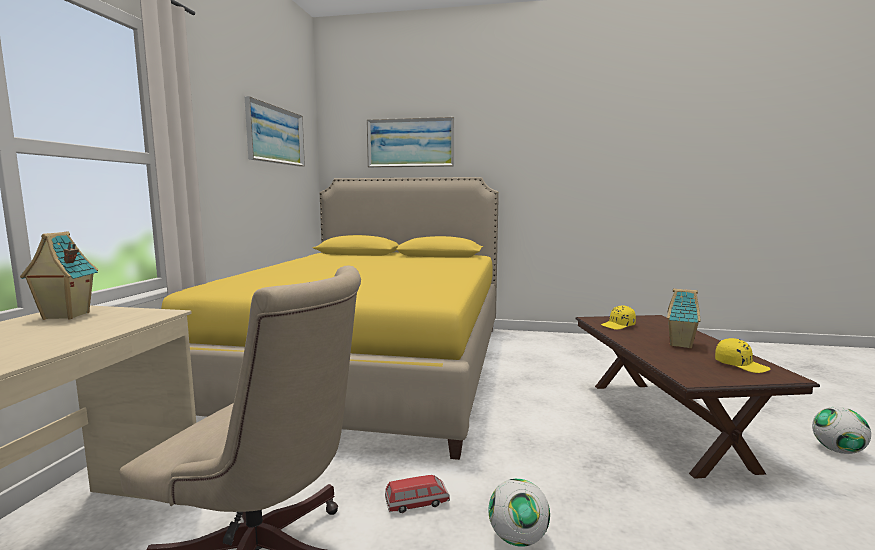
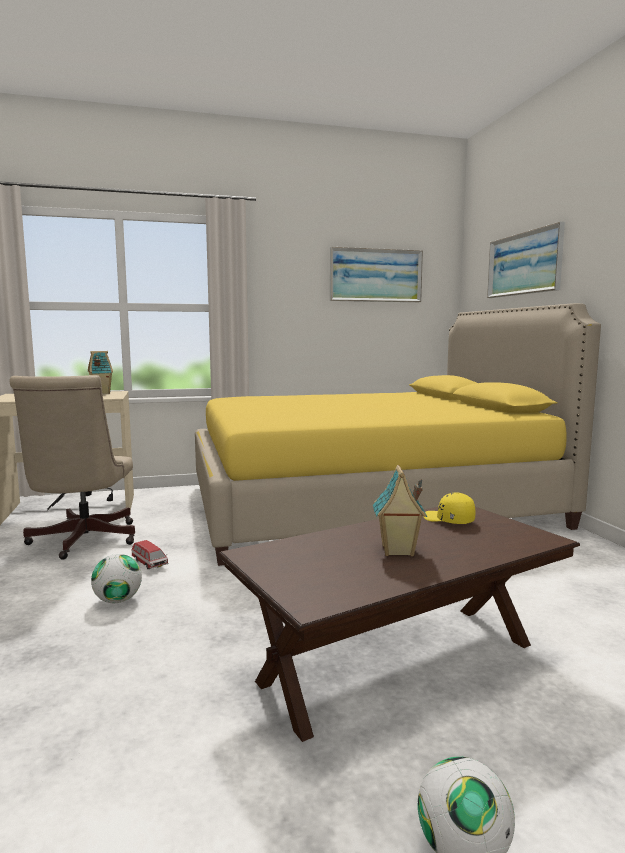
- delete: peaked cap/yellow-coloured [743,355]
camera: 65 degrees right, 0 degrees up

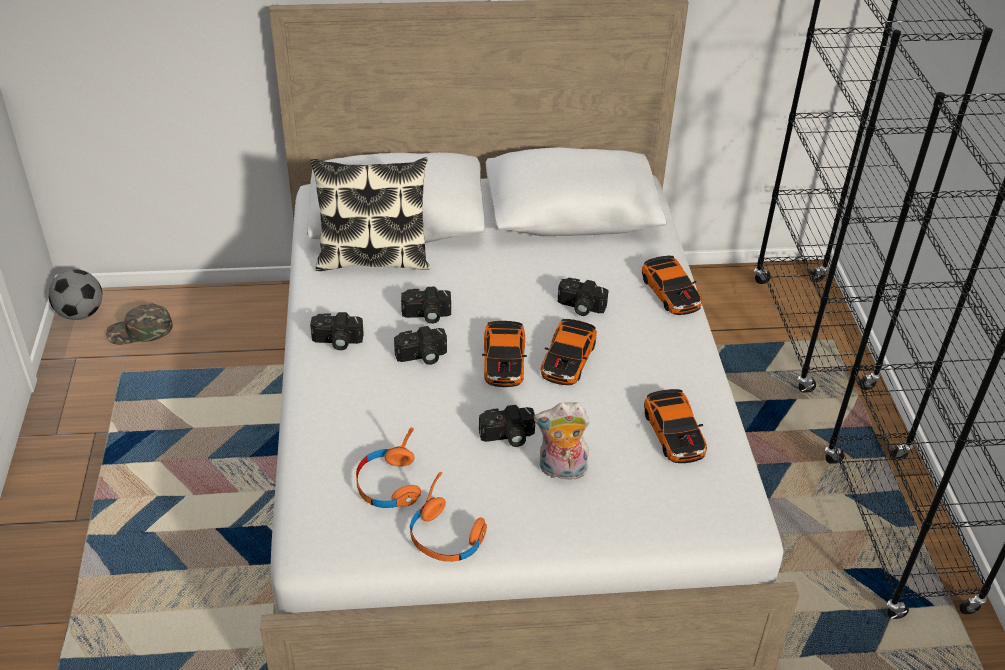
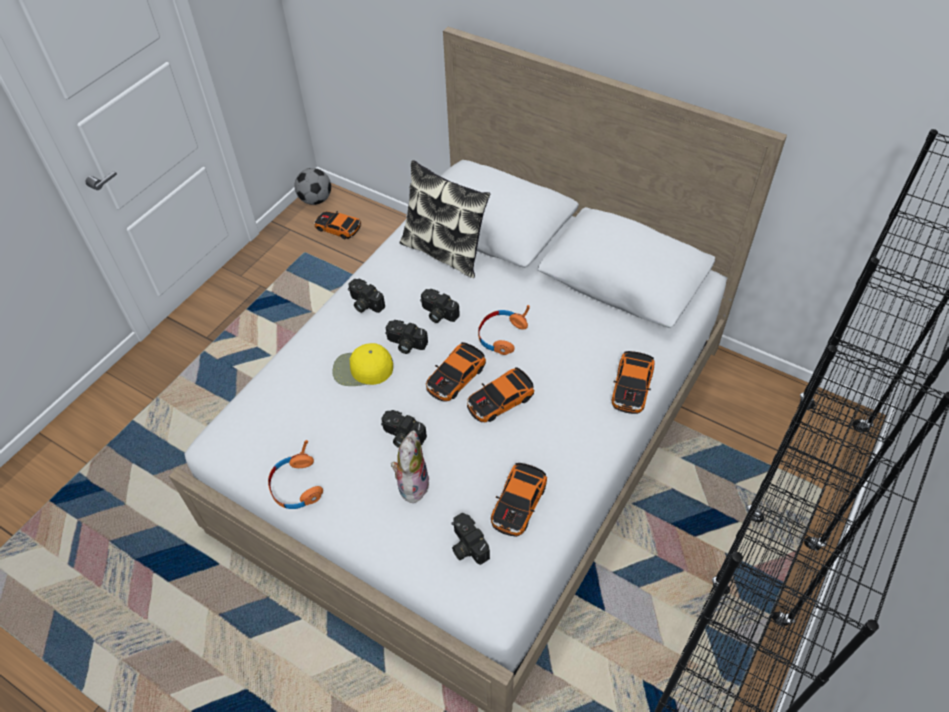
- move: photo camera [583,297] to [471,539]
- replace: peaked cap/green [139,324] to miniature car [338,225]
- rotate: soft toy [562,441] = [410,467] 60 degrees clockwise
- move: pair of headphones/orange [388,467] to [504,330]
- insert: peaked cap/yellow-coloured [362,364]
camera: 40 degrees right, 10 degrees up

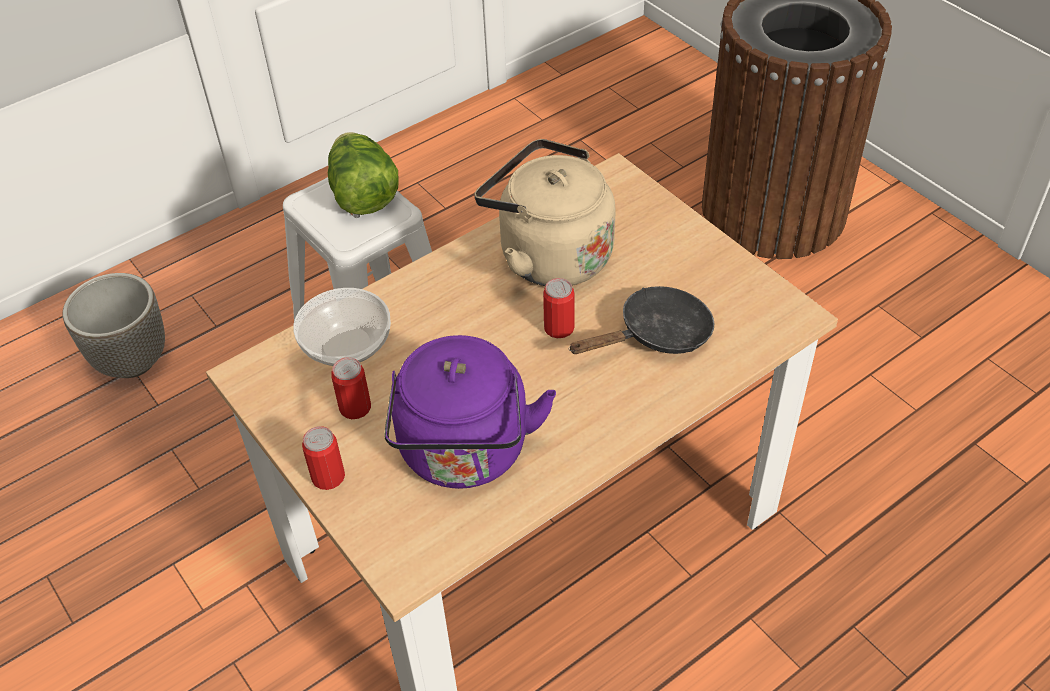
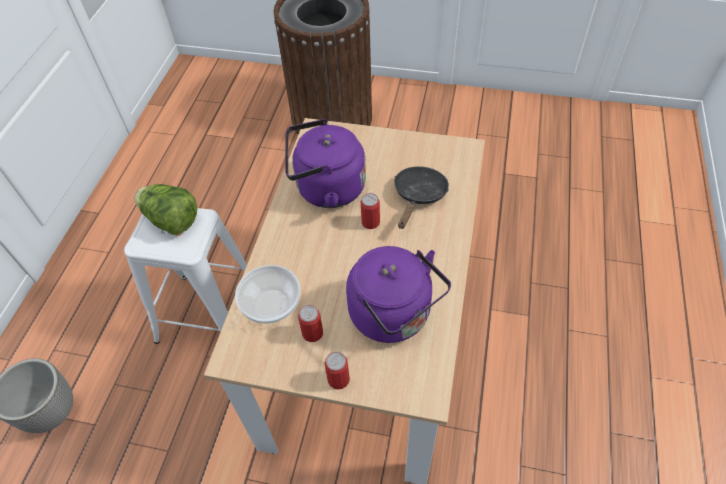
- recolor: kettle/beige-coloured [545,212] to kettle/purple-coloured [325,163]
camera: 40 degrees left, 5 degrees up

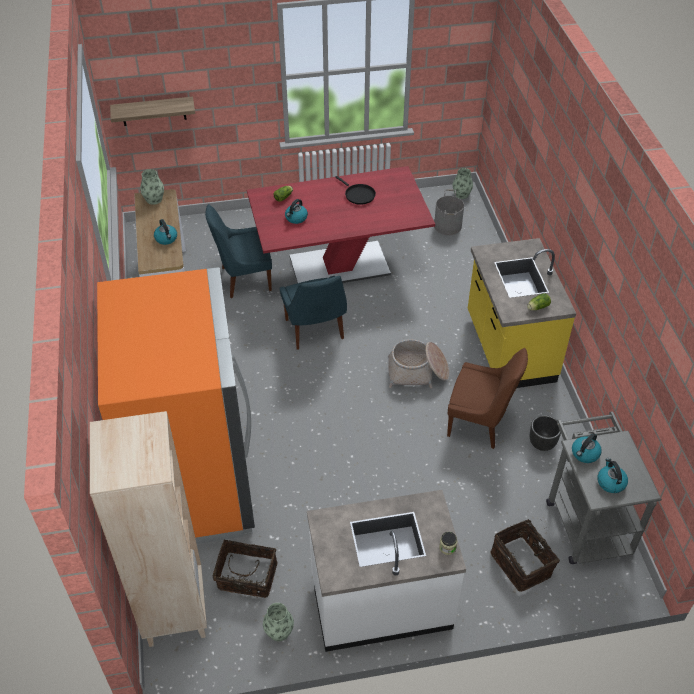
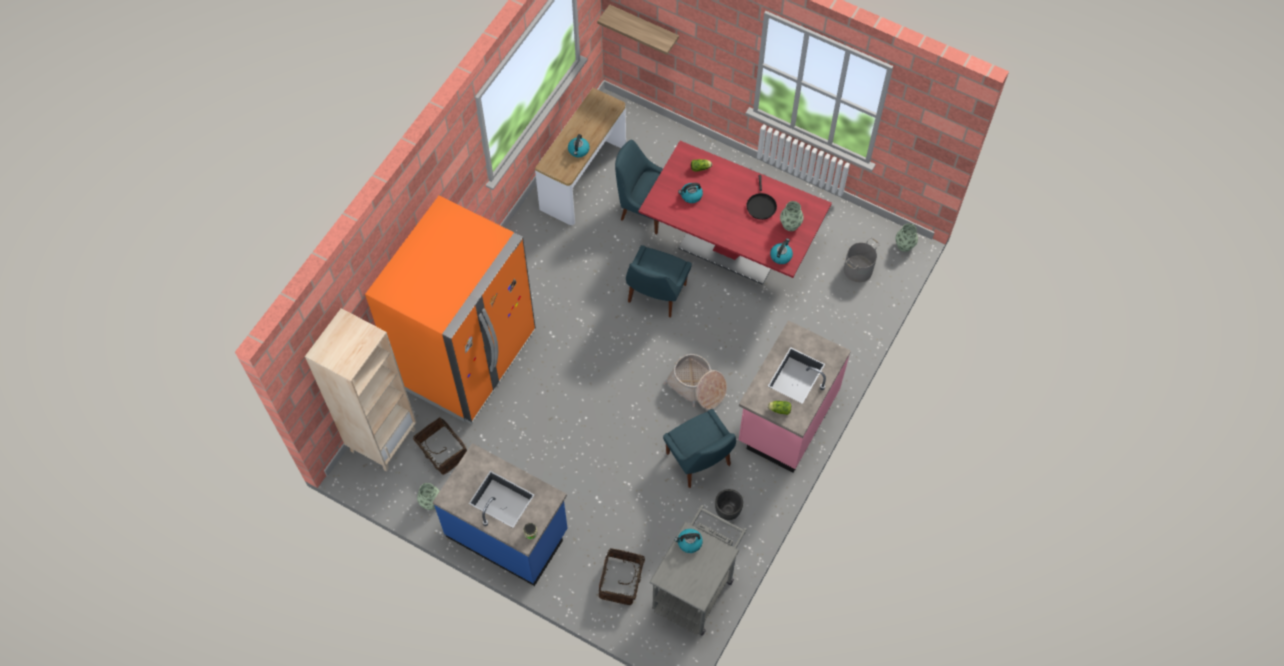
- move: decorative vase [152,187] to [792,216]
- recolor: counter/yellow-coloured [522,313] to counter/pink-coloured [795,396]
- recolor: plain chair/brown [487,398] to plain chair/bluish [699,448]
- move: kettle [612,475] to [781,251]
- recolor: counter/white [386,571] to counter/bluish [500,514]
camera: 40 degrees right, 15 degrees up

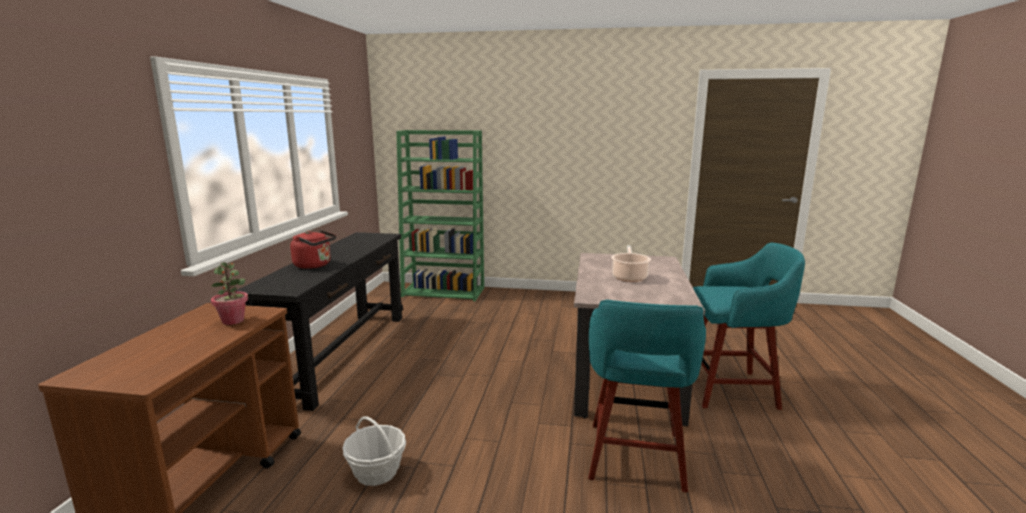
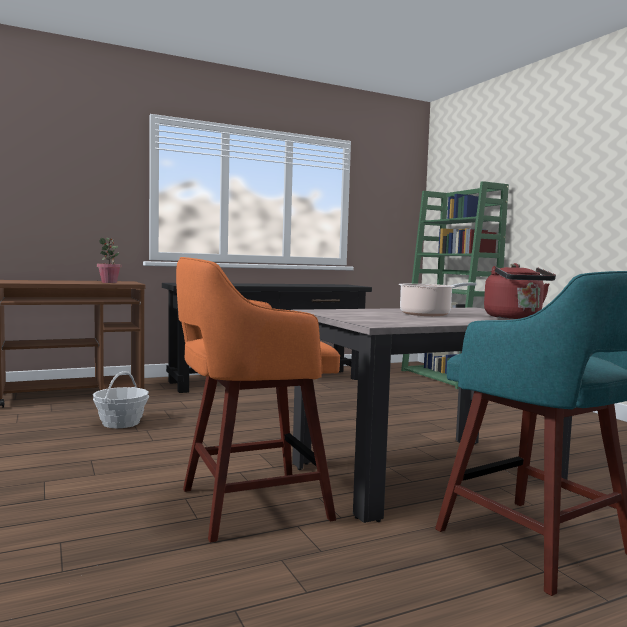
- move: kettle/reddish [313,249] to [520,291]
- recolor: sitting stool/turquoise-coloured [647,396] to sitting stool/orange [258,400]
camera: 55 degrees right, 10 degrees down

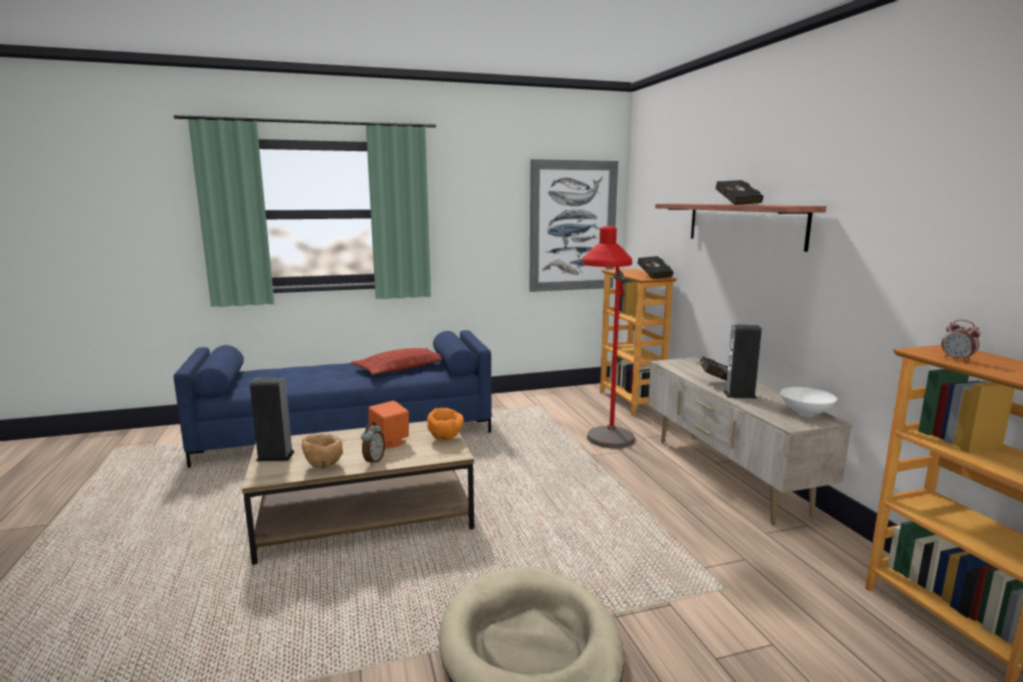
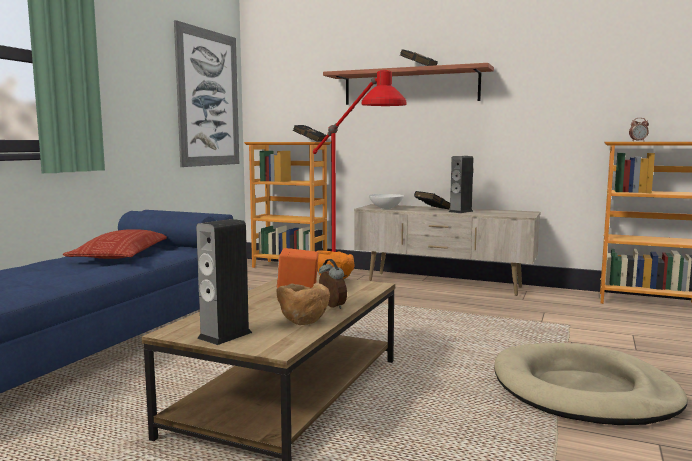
- move: serving bowl/white [808,401] to [386,201]
camera: 50 degrees left, 5 degrees down

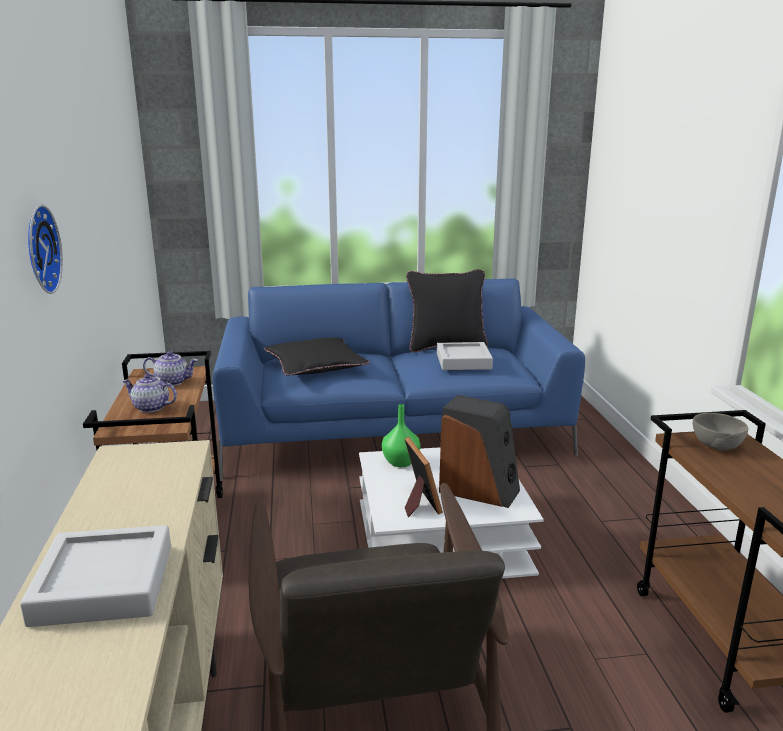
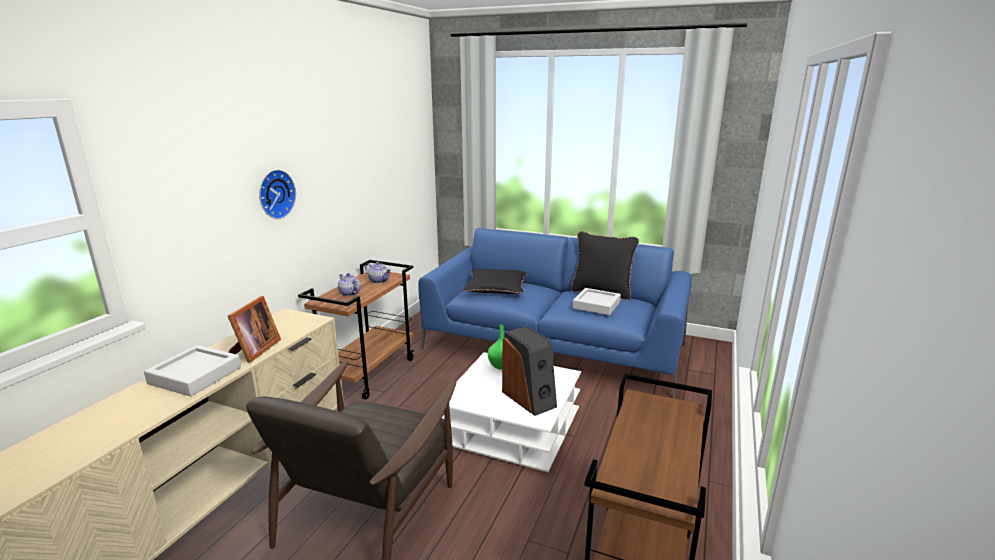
- delete: serving bowl/grey [720,432]
- move: photo frame [424,477] to [254,329]
camera: 30 degrees right, 0 degrees up

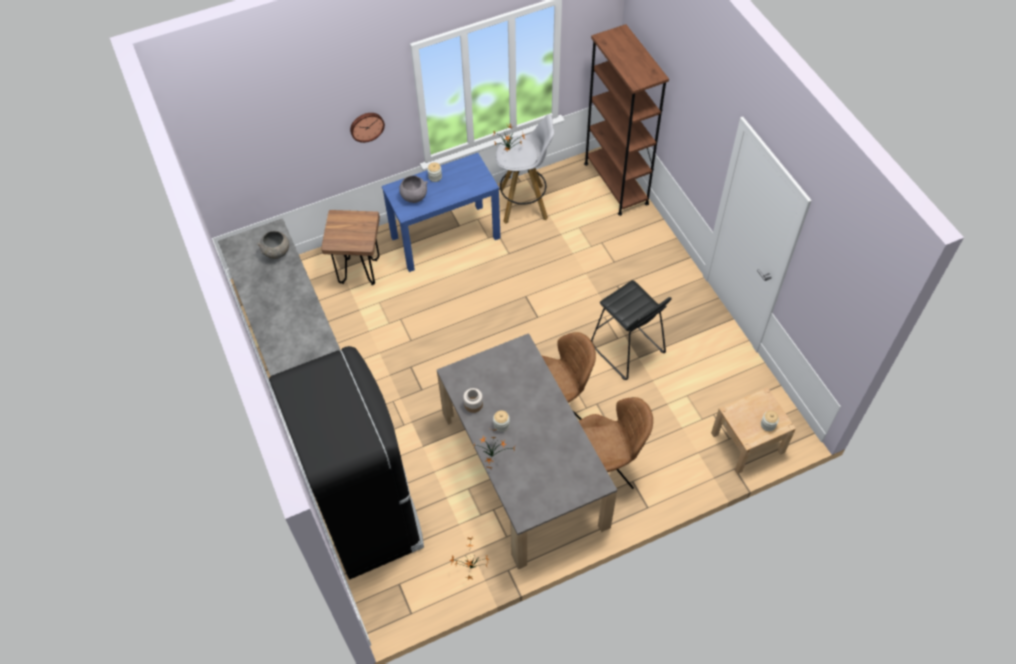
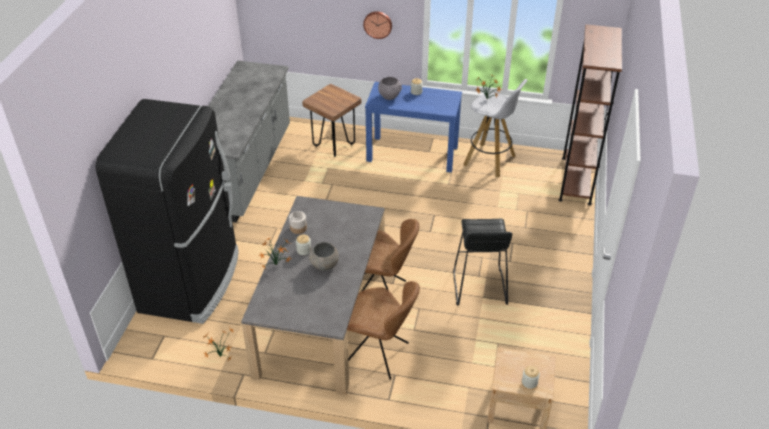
- move: serving bowl/grey [273,245] to [323,256]
camera: 35 degrees right, 15 degrees down

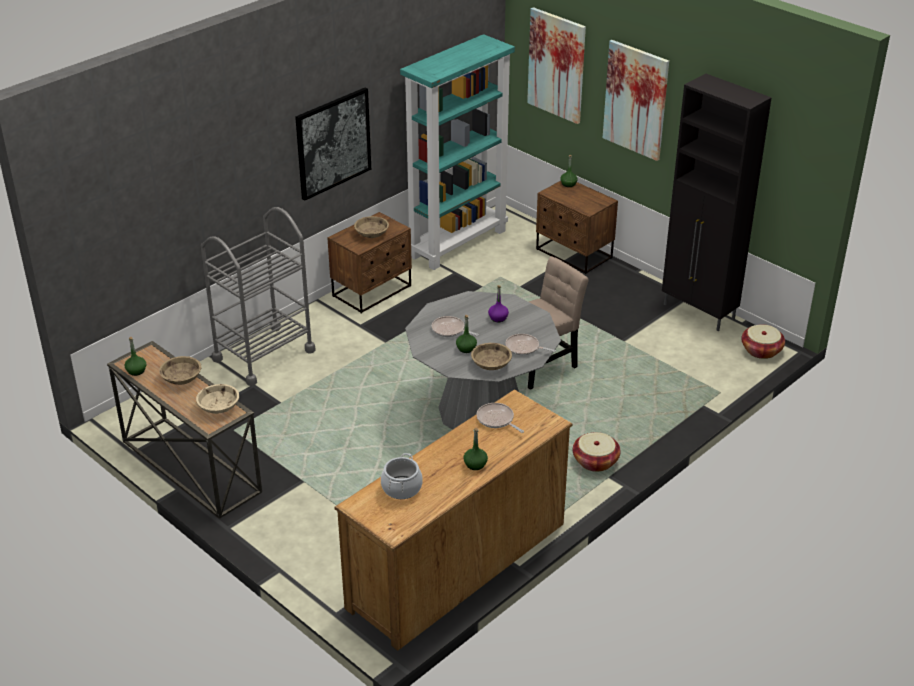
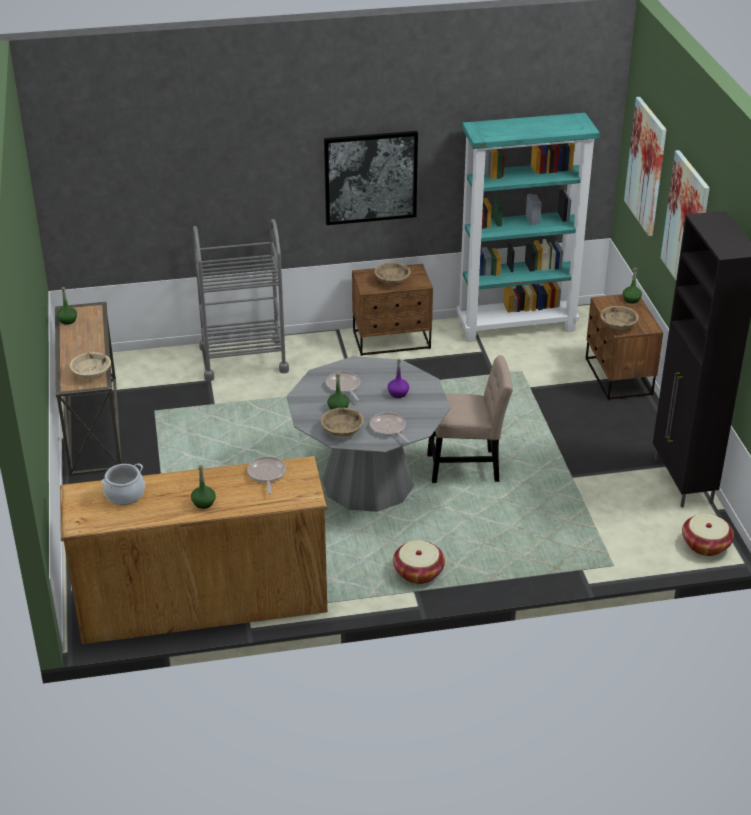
- move: serving bowl/beige-coloured [180,370] to [619,318]
camera: 35 degrees right, 0 degrees up

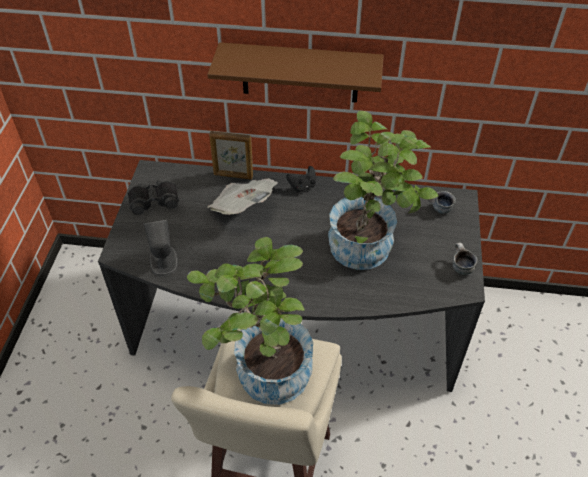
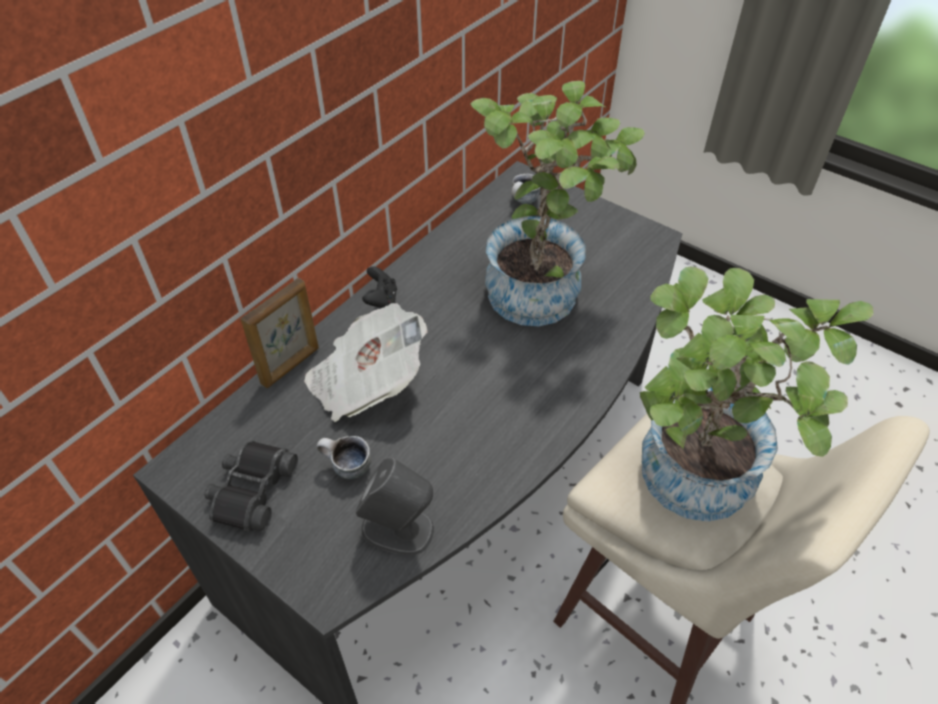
- delete: shelf/brown [295,72]
- move: mug [465,259] to [343,457]
camera: 60 degrees left, 0 degrees up

